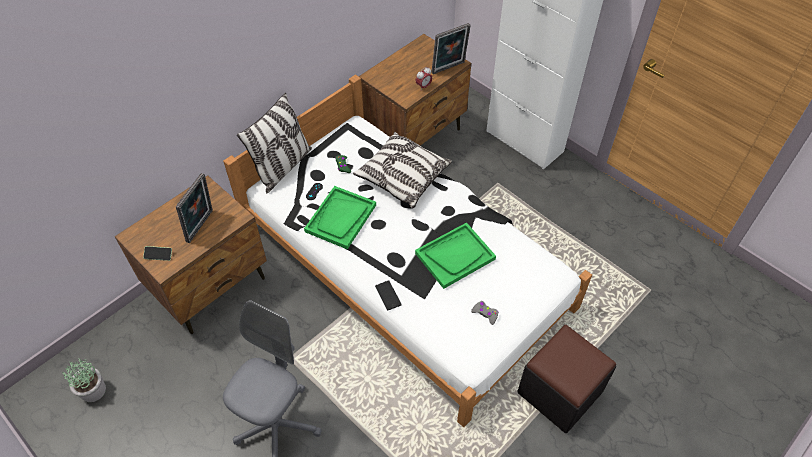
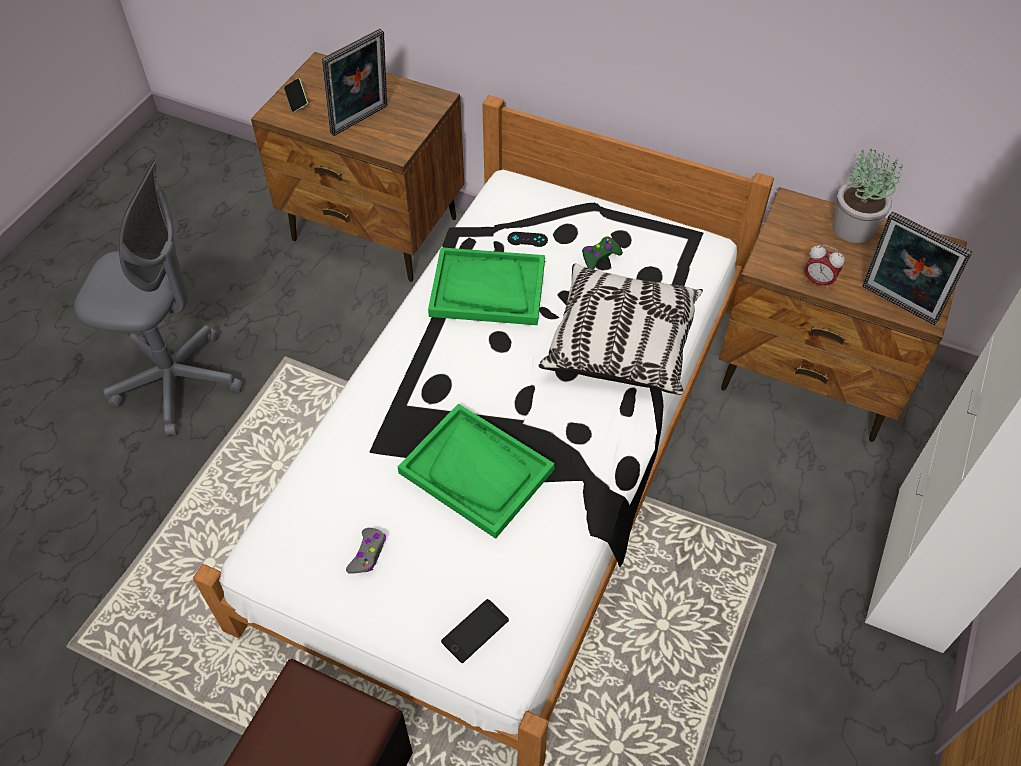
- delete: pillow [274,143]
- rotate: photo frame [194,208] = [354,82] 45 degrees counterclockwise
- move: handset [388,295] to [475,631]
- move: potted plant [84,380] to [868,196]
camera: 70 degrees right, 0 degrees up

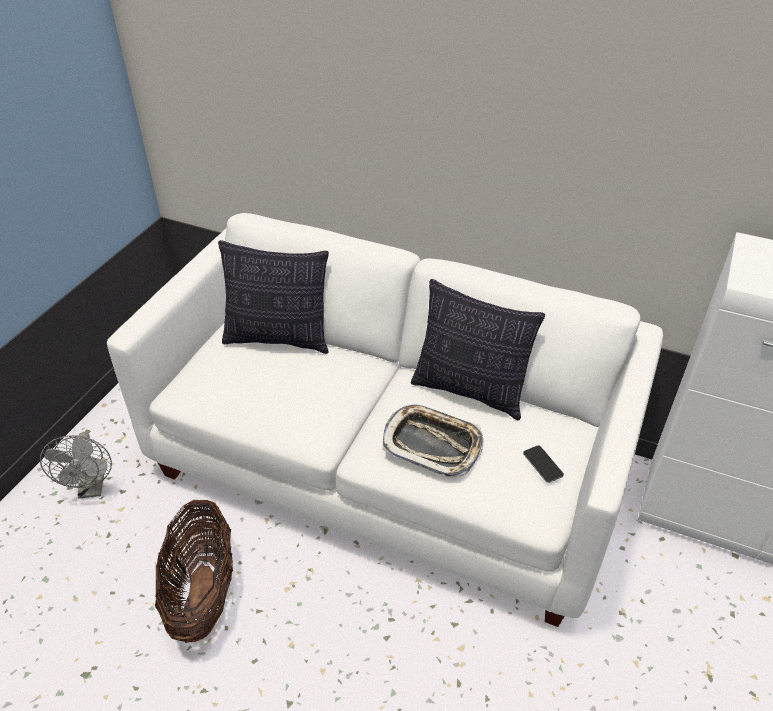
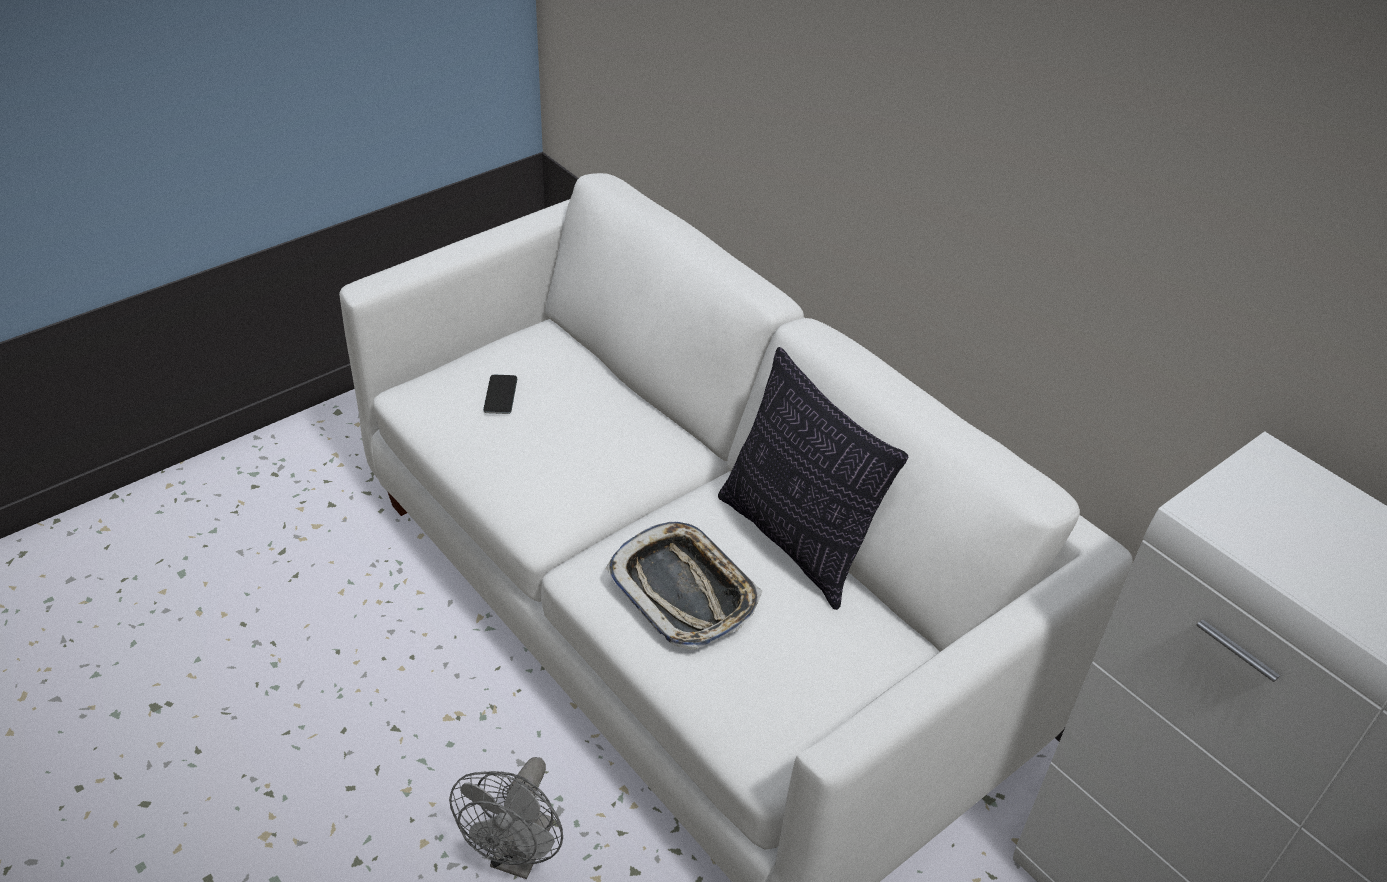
- delete: pillow [273,297]
- move: electric fan/grey [76,465] to [506,818]
- move: handset [543,464] to [500,394]
- delete: storage basket [194,571]
camera: 25 degrees right, 0 degrees up

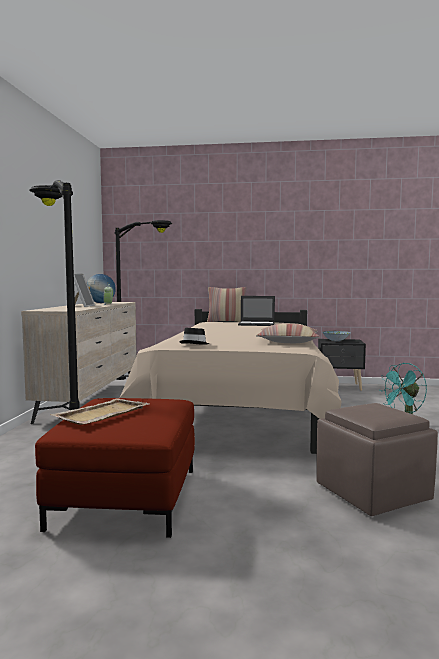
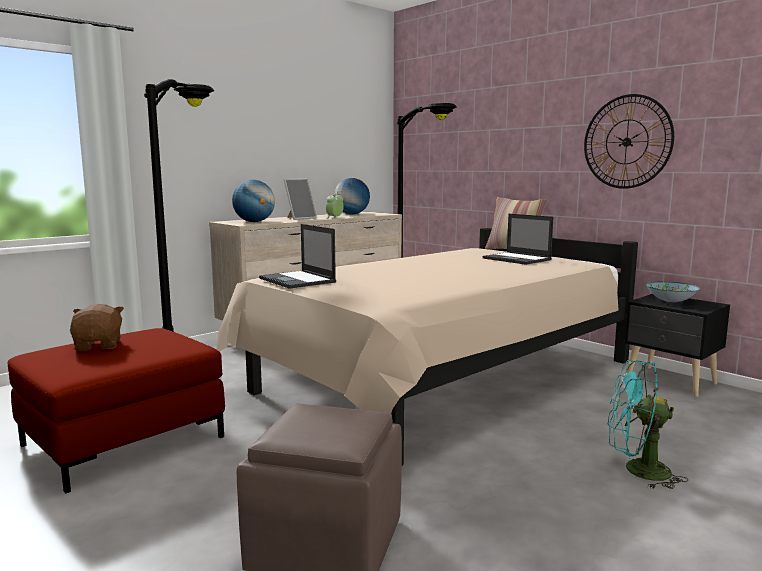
- delete: pillow [288,333]
- replace: hat/black-coloured [194,336] to laptop [297,256]
- replace: serving tray/beige-coloured [99,411] to soft toy/brown [97,327]
- insert: hanging clock [629,141]
- insert: globe [253,201]
camera: 40 degrees right, 5 degrees up

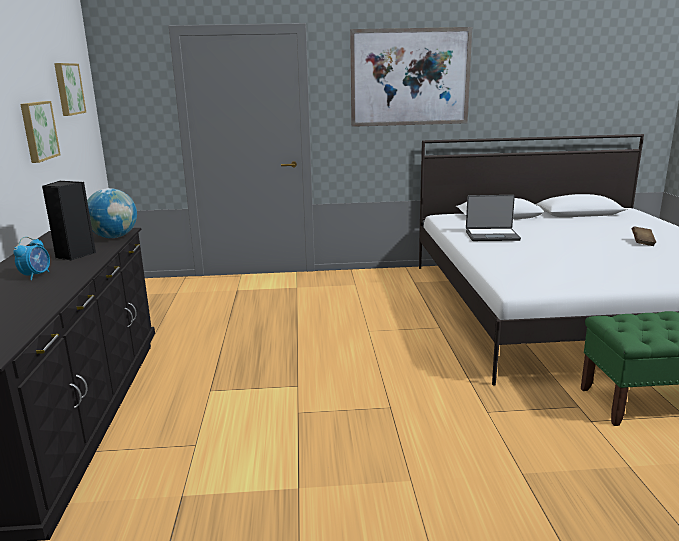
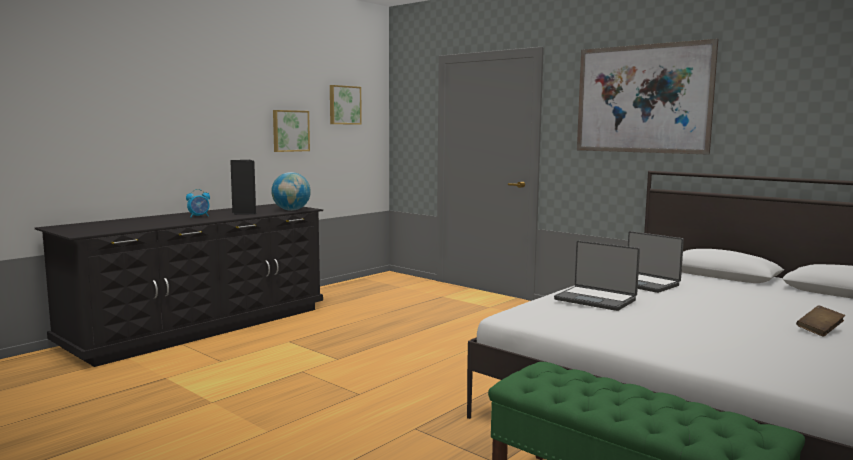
- insert: laptop [597,276]
camera: 45 degrees right, 10 degrees down

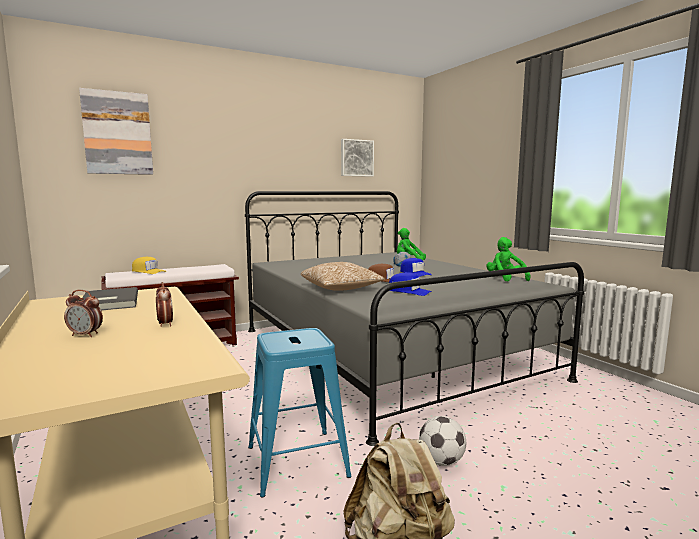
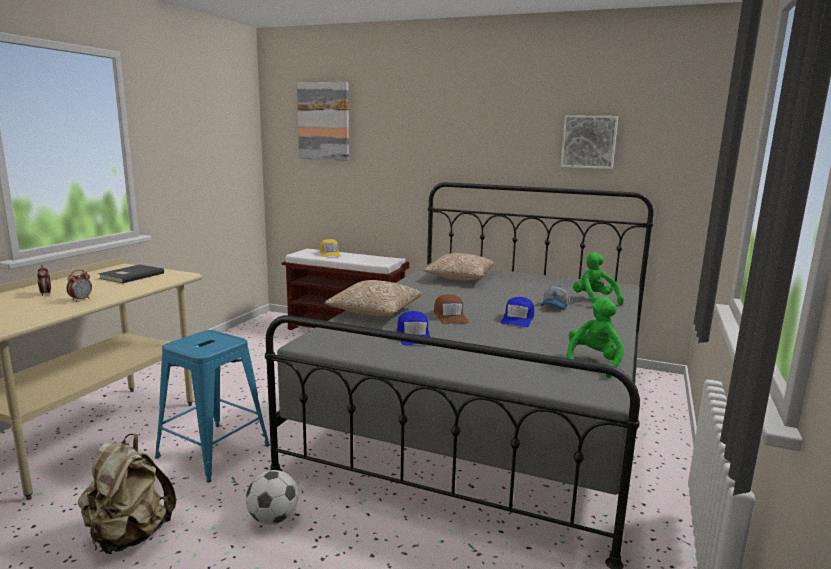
- insert: pillow [459,266]
camera: 50 degrees right, 5 degrees up

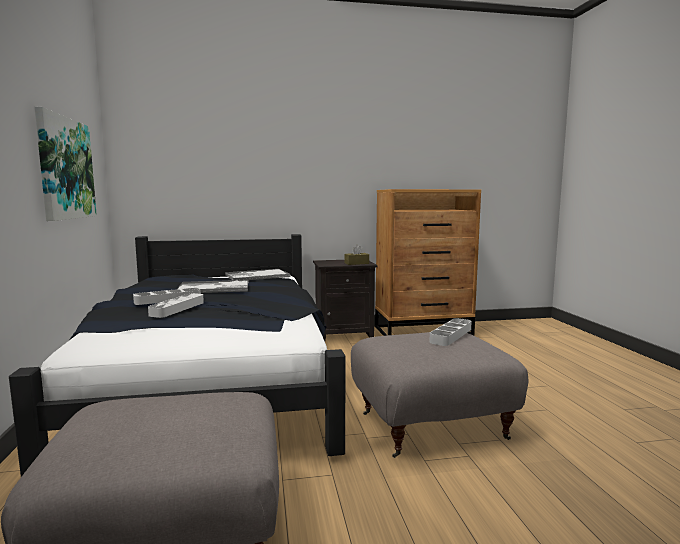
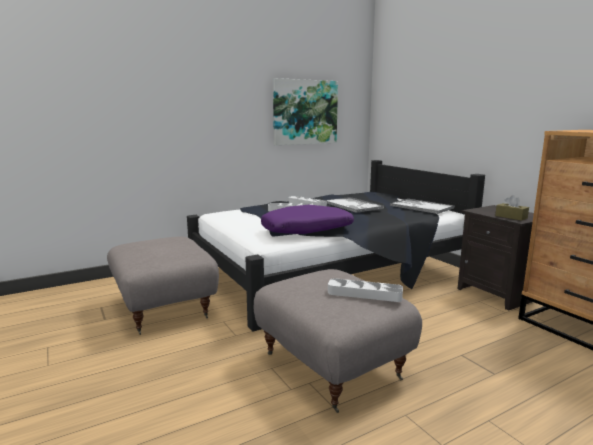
- insert: pillow/purple-coloured [307,219]
camera: 70 degrees right, 5 degrees up

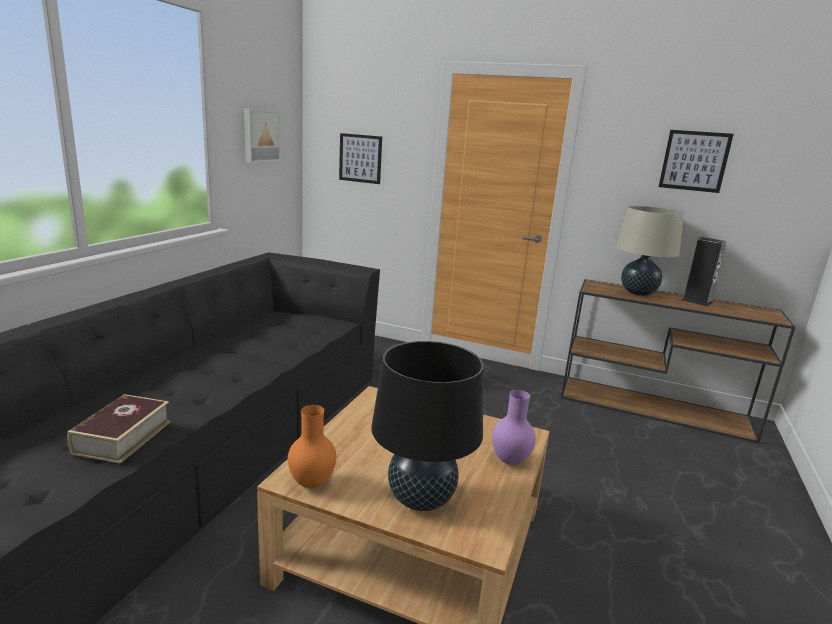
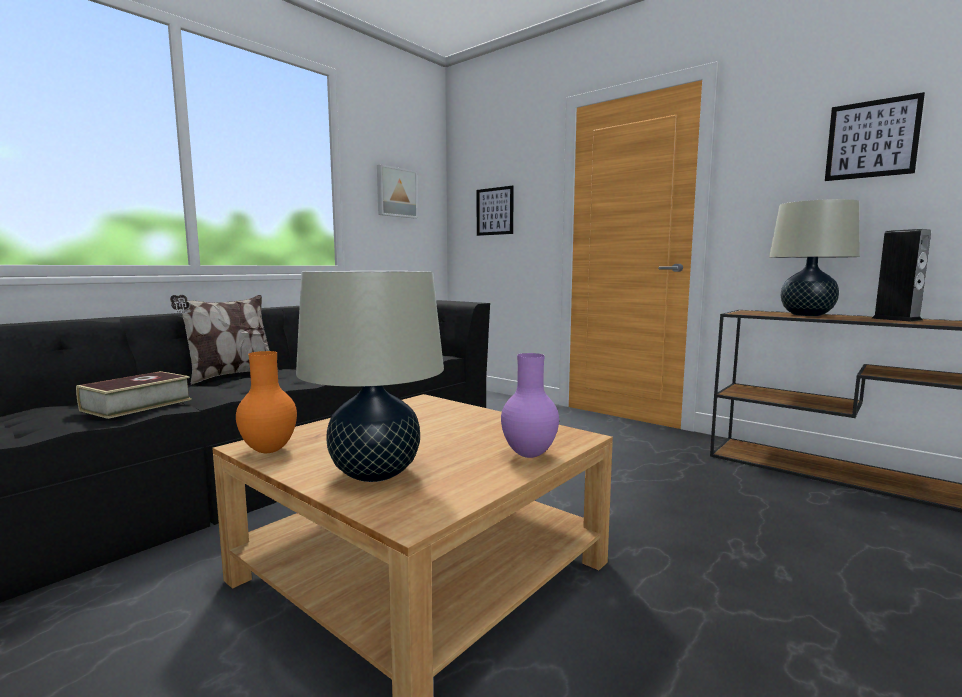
- recolor: tabletop lamp/black-coloured [427,426] to tabletop lamp/beige-coloured [370,376]
- insert: pillow [224,340]
camera: 20 degrees right, 10 degrees down

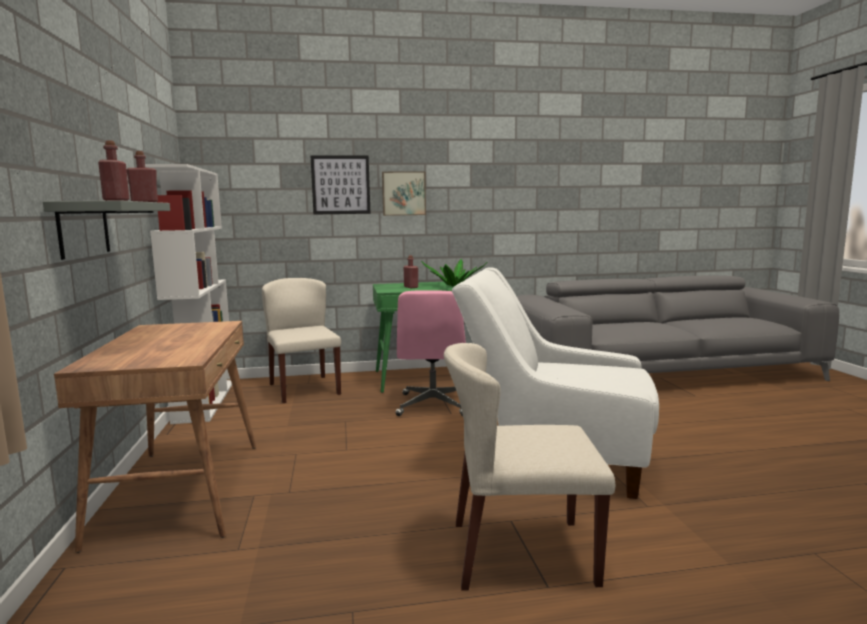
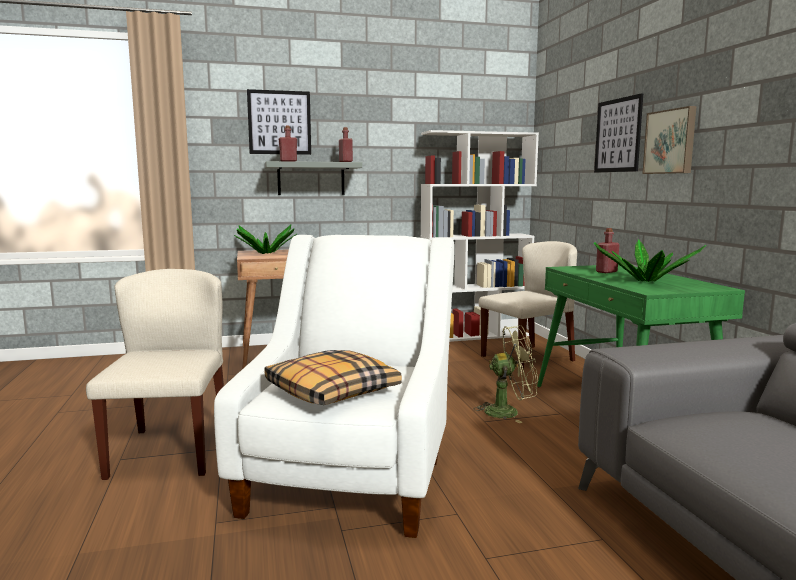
- replace: desk chair/pink-coloured [431,353] to electric fan/green [505,374]
- insert: wall art [279,122]
- insert: potted plant [265,239]
- insert: pillow [333,377]
camera: 85 degrees right, 0 degrees up

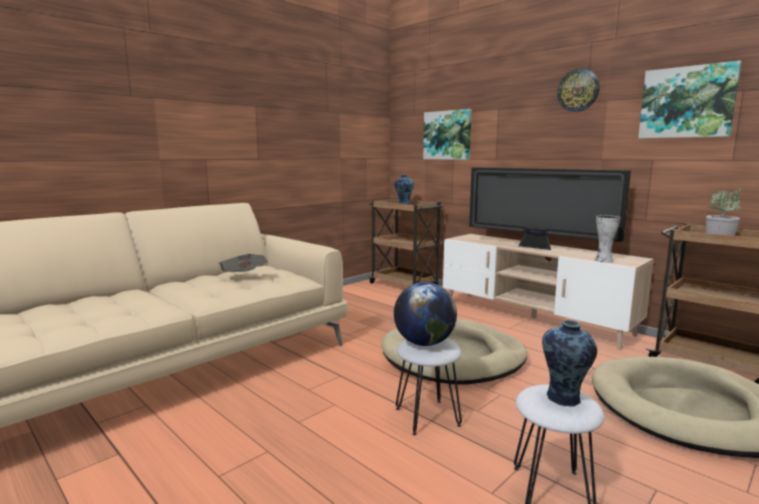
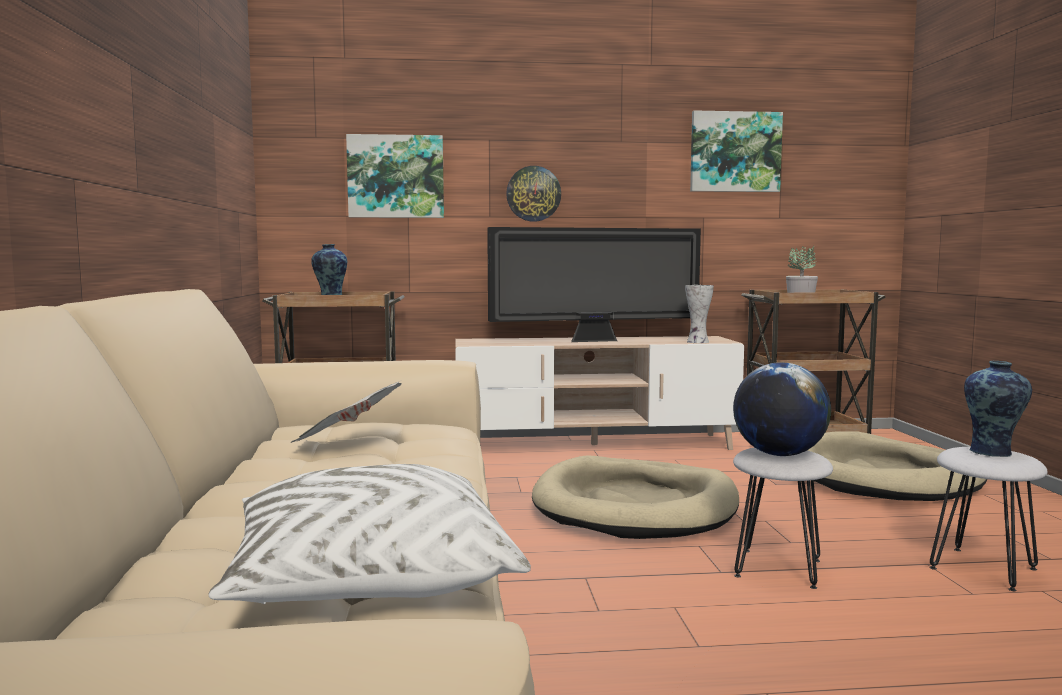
- move: hanging clock [578,90] to [533,194]
- insert: pillow/white [370,534]
camera: 50 degrees left, 5 degrees down

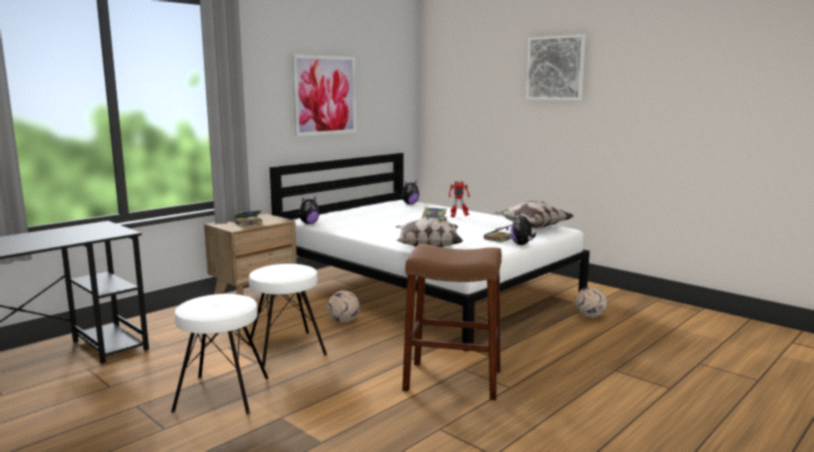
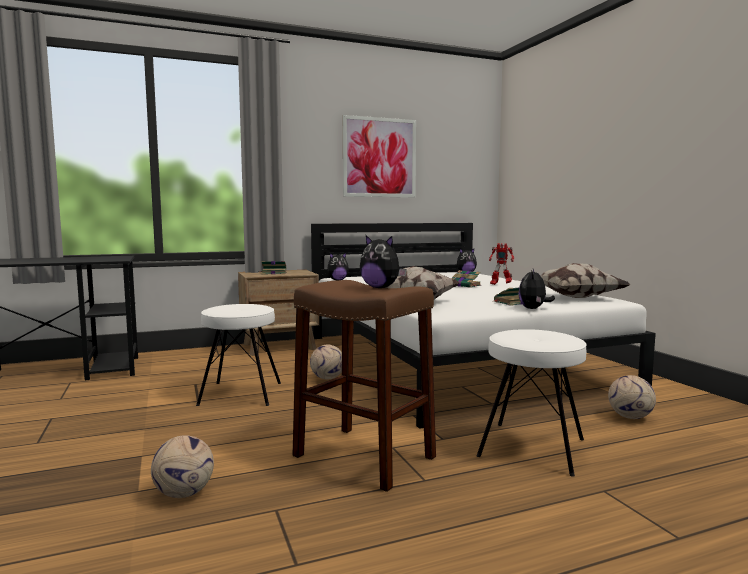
- delete: wall art [556,68]
- move: sitting stool/white [220,354] to [532,403]
- insert: soft toy [383,262]
- insert: ball for football [182,466]
camera: 25 degrees right, 5 degrees down

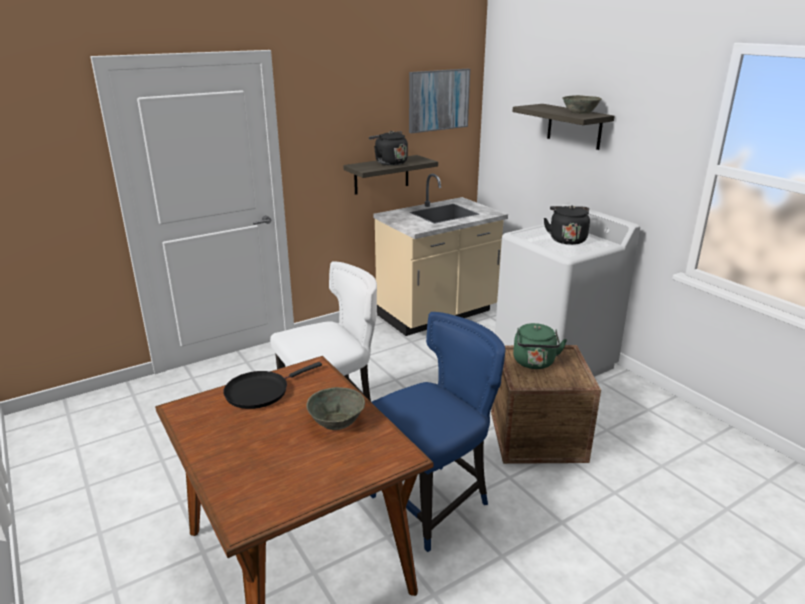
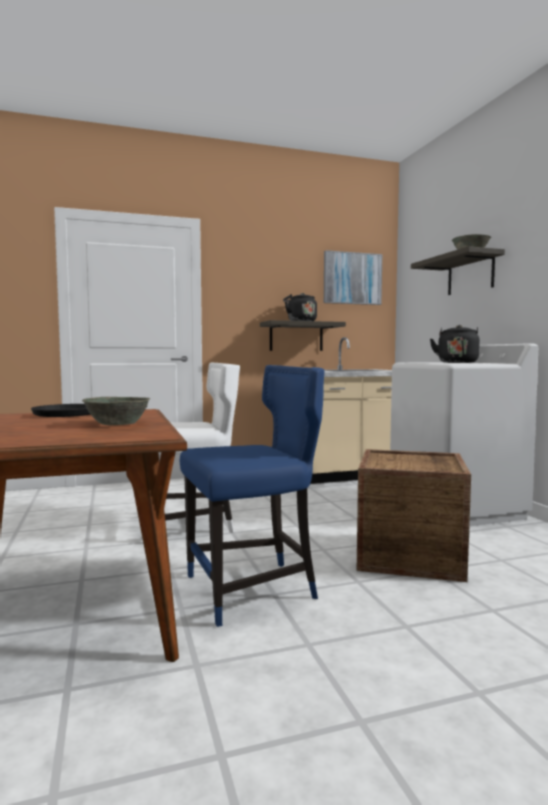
- delete: kettle/green [540,346]
camera: 15 degrees right, 20 degrees down

